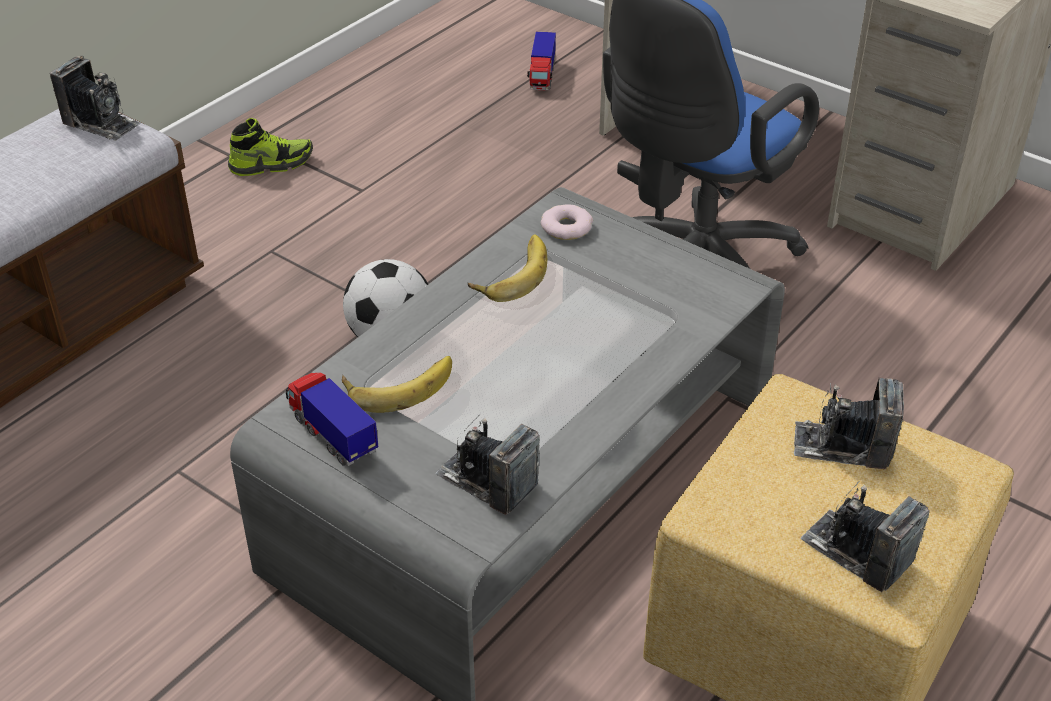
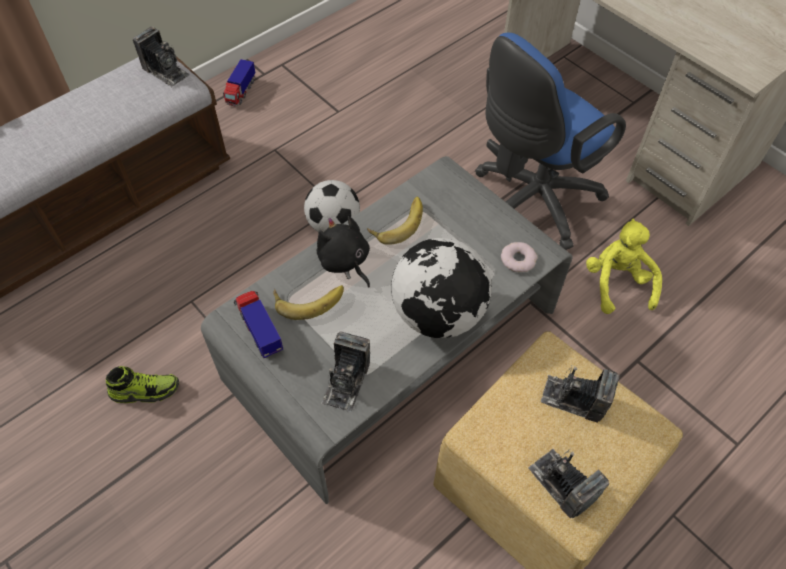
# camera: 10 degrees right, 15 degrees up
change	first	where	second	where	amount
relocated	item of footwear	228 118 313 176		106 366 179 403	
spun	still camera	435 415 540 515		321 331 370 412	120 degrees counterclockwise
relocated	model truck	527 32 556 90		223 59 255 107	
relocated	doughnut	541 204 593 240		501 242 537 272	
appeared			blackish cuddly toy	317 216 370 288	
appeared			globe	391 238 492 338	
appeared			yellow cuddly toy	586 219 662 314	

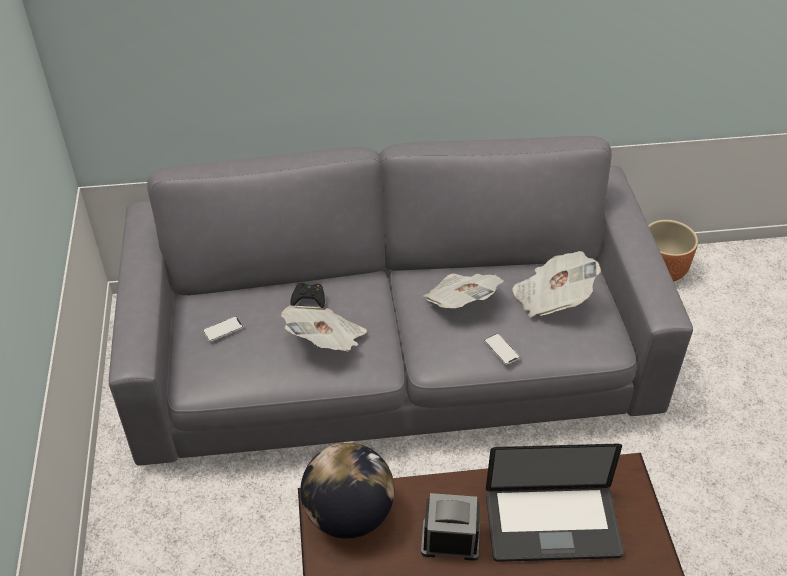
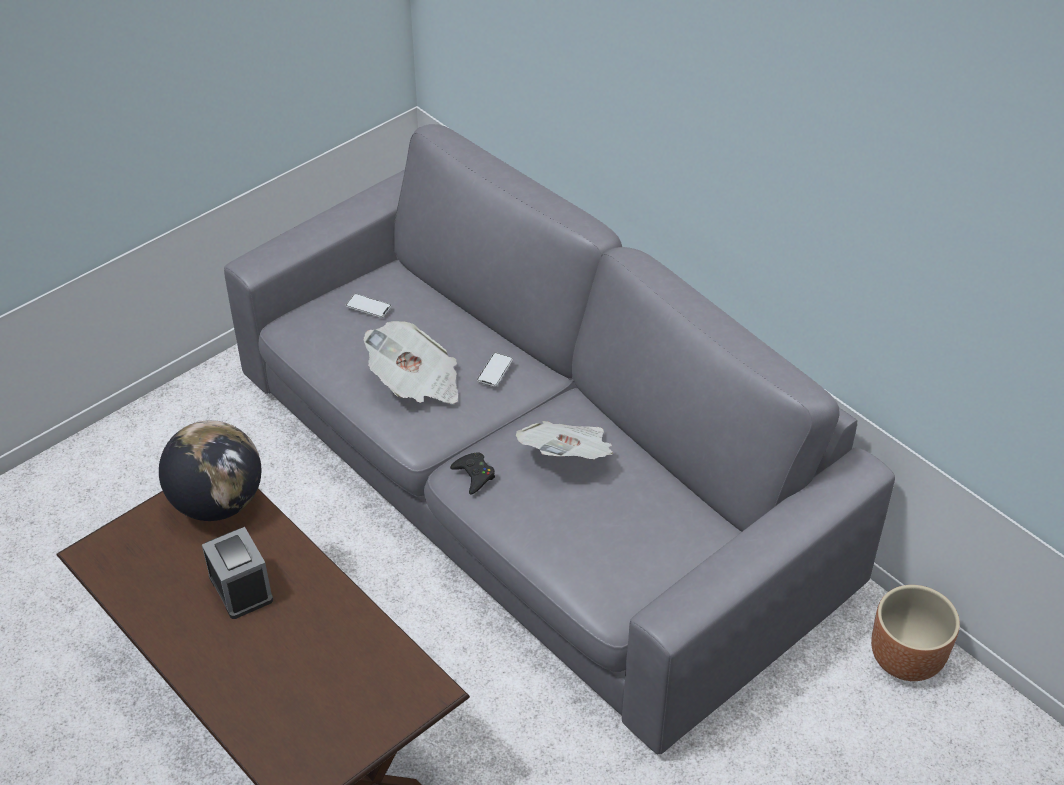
# camera: 55 degrees right, 0 degrees up
change	first	where	second	where	amount
relocated	blackish gamepad	290 283 325 308		450 452 495 495	
relocated	phone	484 333 520 365		477 352 513 387	
missing	laptop	486 444 624 562			
missing	newspaper	512 251 601 317			

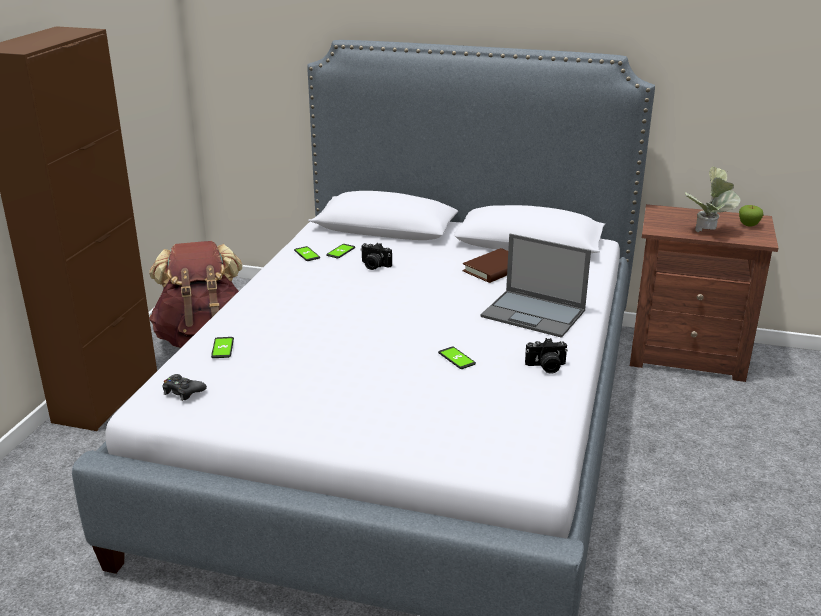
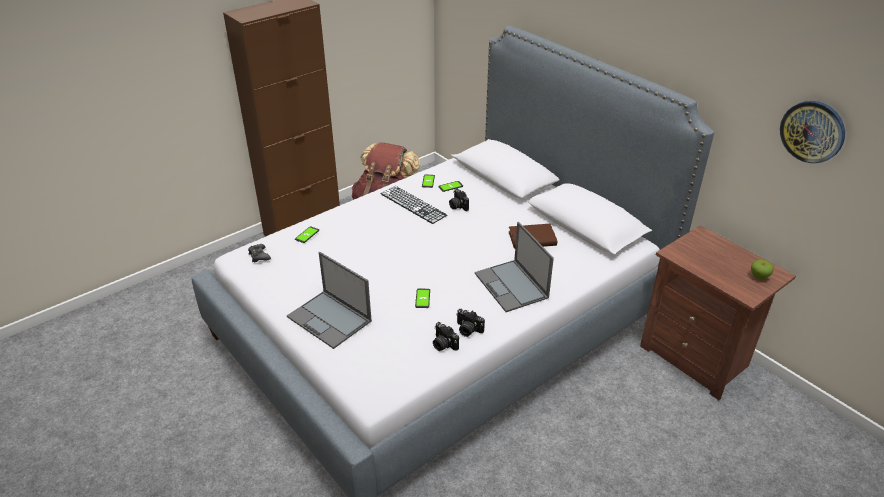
# camera: 35 degrees right, 10 degrees up
change	first	where	second	where	amount
missing	potted plant	685 166 740 233			
appeared			laptop	287 252 372 349	
appeared			computer keyboard	381 186 447 224	
appeared			still camera	433 322 459 351	
appeared			wall clock	780 101 845 163	

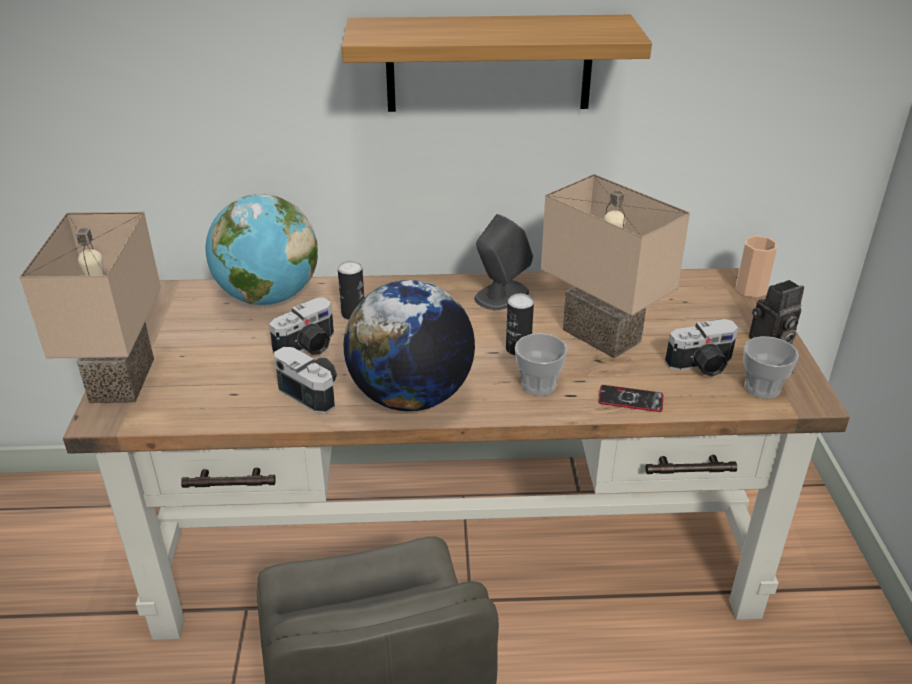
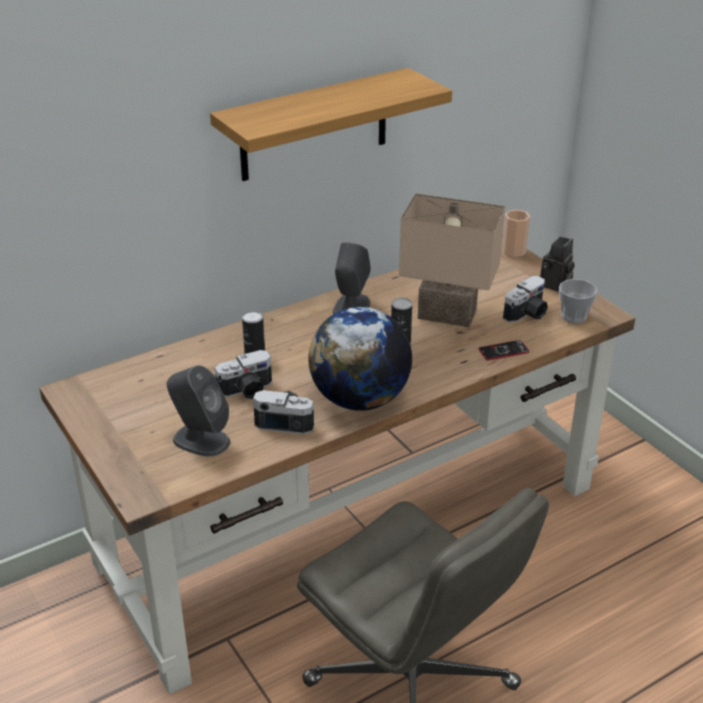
# camera: 30 degrees left, 0 degrees up
change	first	where	second	where	amount
missing	sand-coloured tabletop lamp	20 212 161 403			
missing	globe	205 194 318 305			
spun	still camera	269 297 334 355		215 350 272 399	45 degrees clockwise
missing	cup	515 333 568 396			
appeared			grey loudspeaker	166 365 230 456	

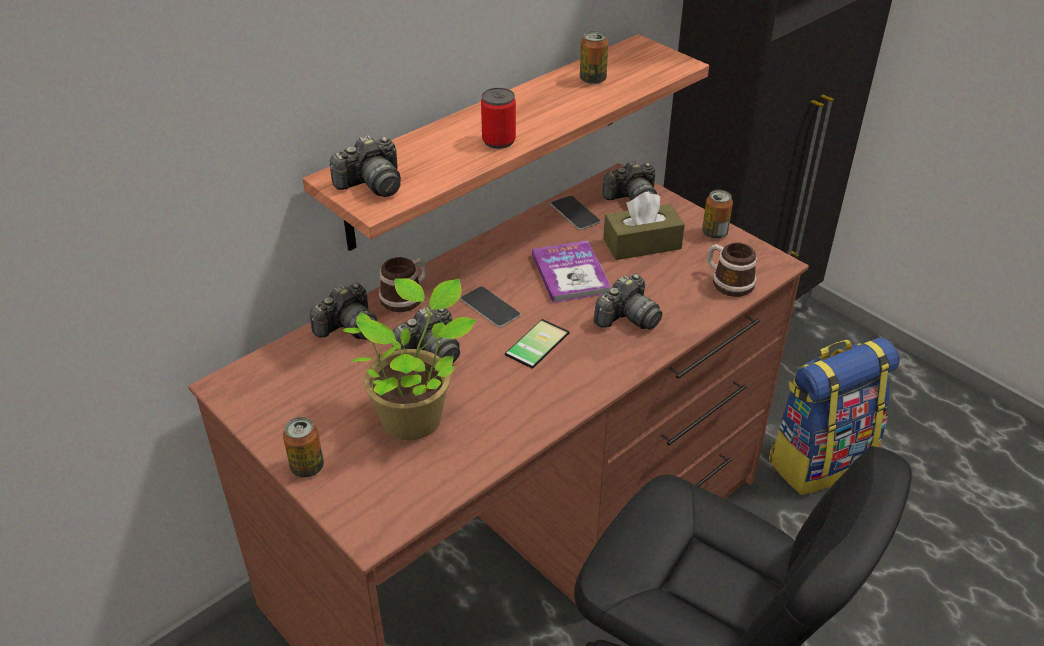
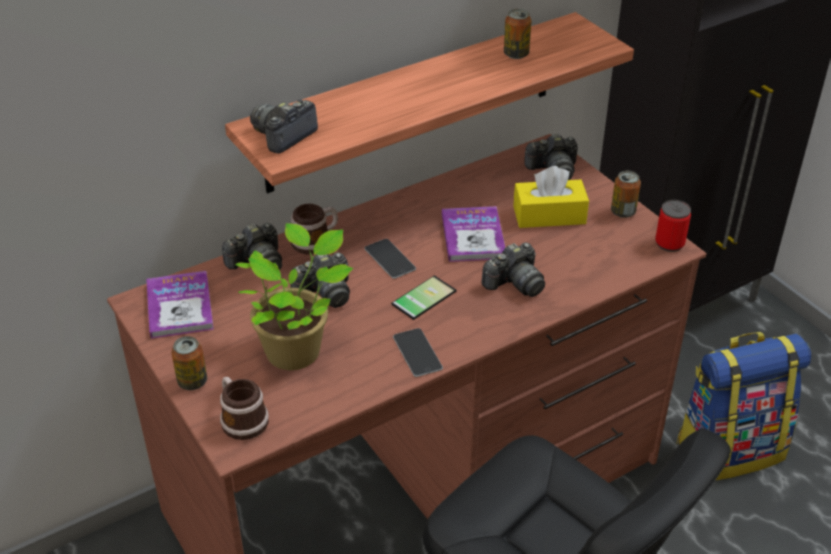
# camera: 10 degrees right, 0 degrees up
change	first	where	second	where	amount
spun	still camera	330 135 401 197		250 99 318 154	150 degrees clockwise
relocated	sealed can	481 88 516 149		655 200 691 252	
relocated	phone	550 196 601 230		393 328 443 377	
colour	brownish tissue holder	603 191 685 260	yellow tissue holder	513 166 589 228	
relocated	tea mug	707 243 757 297		220 377 269 440	
appeared			bound book	146 271 214 339	

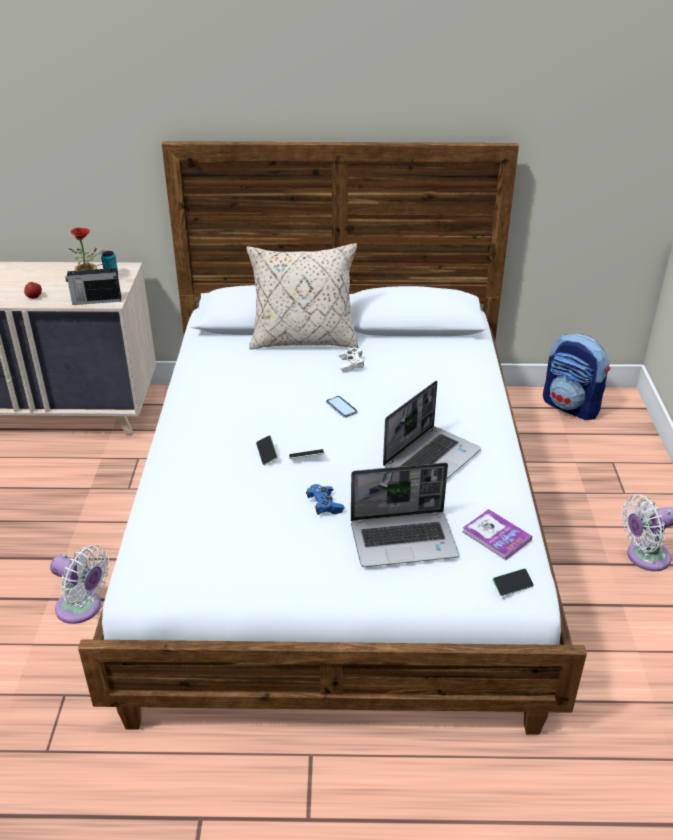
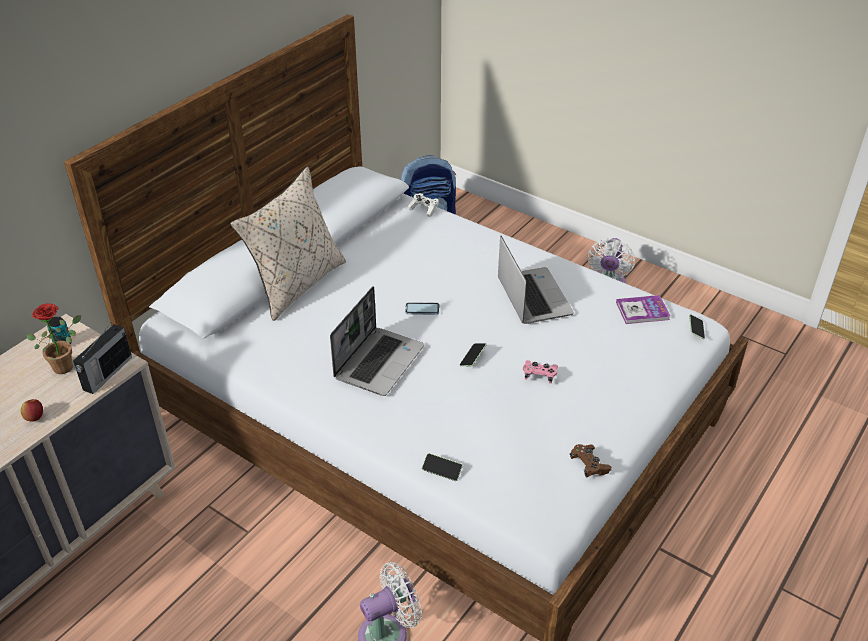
# camera: 55 degrees left, 5 degrees up
change	first	where	second	where	amount
relocated	phone	256 435 278 465		422 453 463 481	
colour	blue gamepad	306 484 345 515	pinkish gamepad	523 360 558 384	
relocated	white gamepad	339 347 364 372		408 193 439 217	
relocated	laptop	351 463 459 567		330 286 424 396	
appeared			brownish gamepad	570 444 612 478	

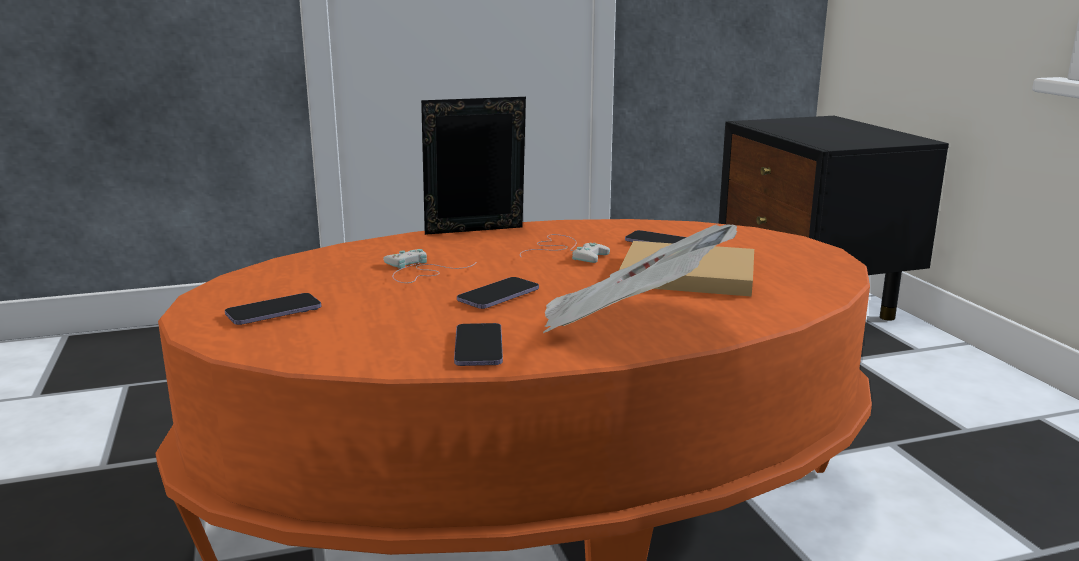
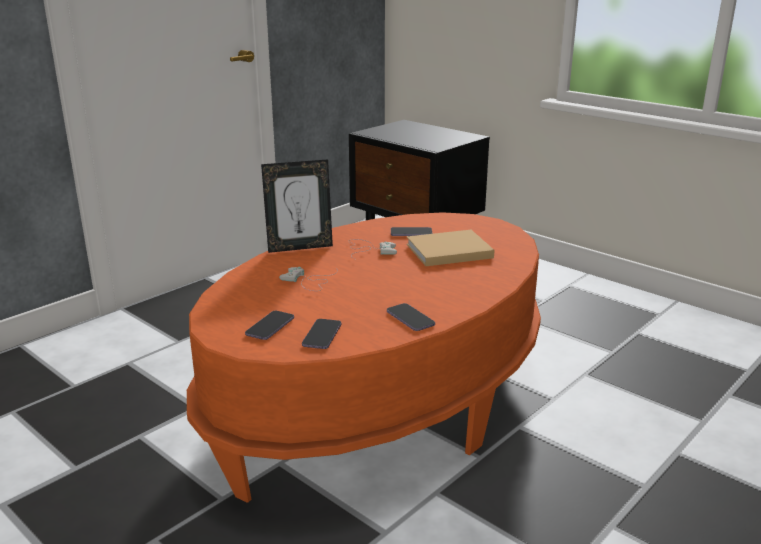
# camera: 30 degrees left, 5 degrees up
change	first	where	second	where	amount
spun	standing frame	421 97 526 235		261 159 333 253	150 degrees counterclockwise
relocated	phone	457 277 539 309		302 319 341 349	
missing	newspaper	543 224 737 333			

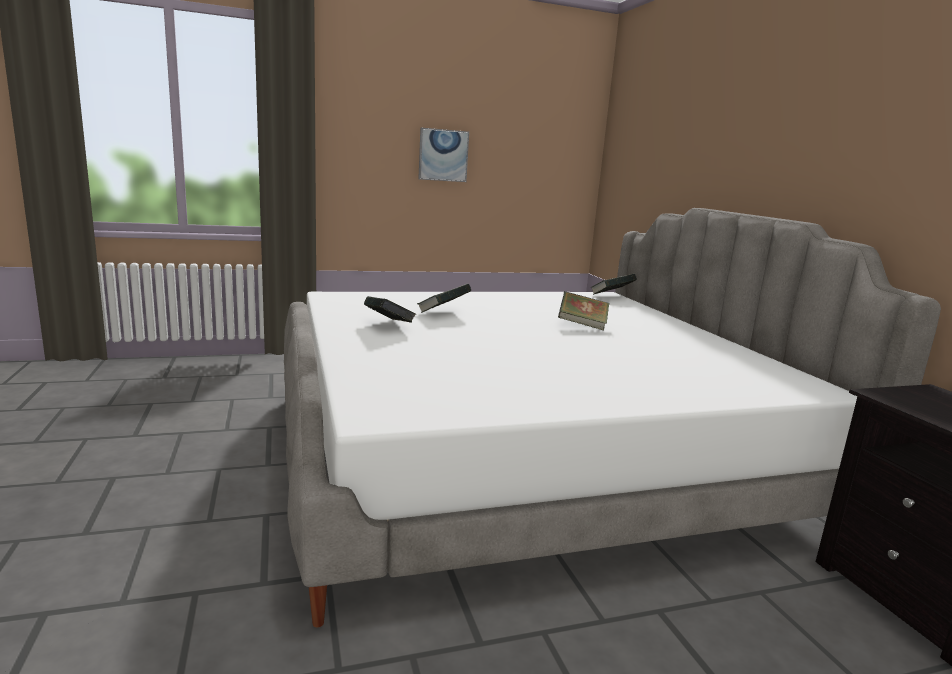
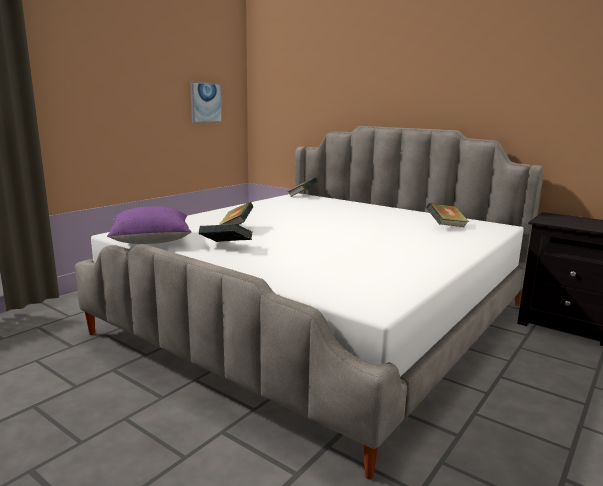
# camera: 35 degrees left, 0 degrees up
change	first	where	second	where	amount
relocated	picture	418 128 469 182		190 82 222 123	
relocated	bound book	558 291 609 331		426 203 469 227	
appeared			purplish throw pillow	107 206 192 244	

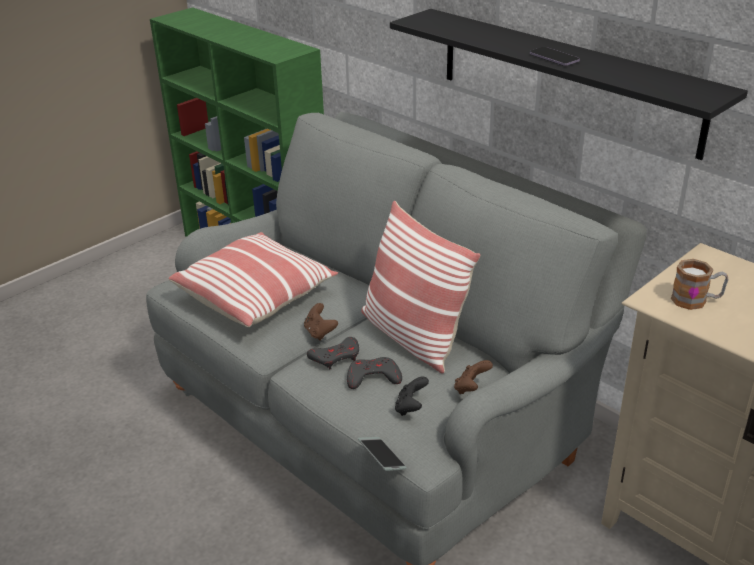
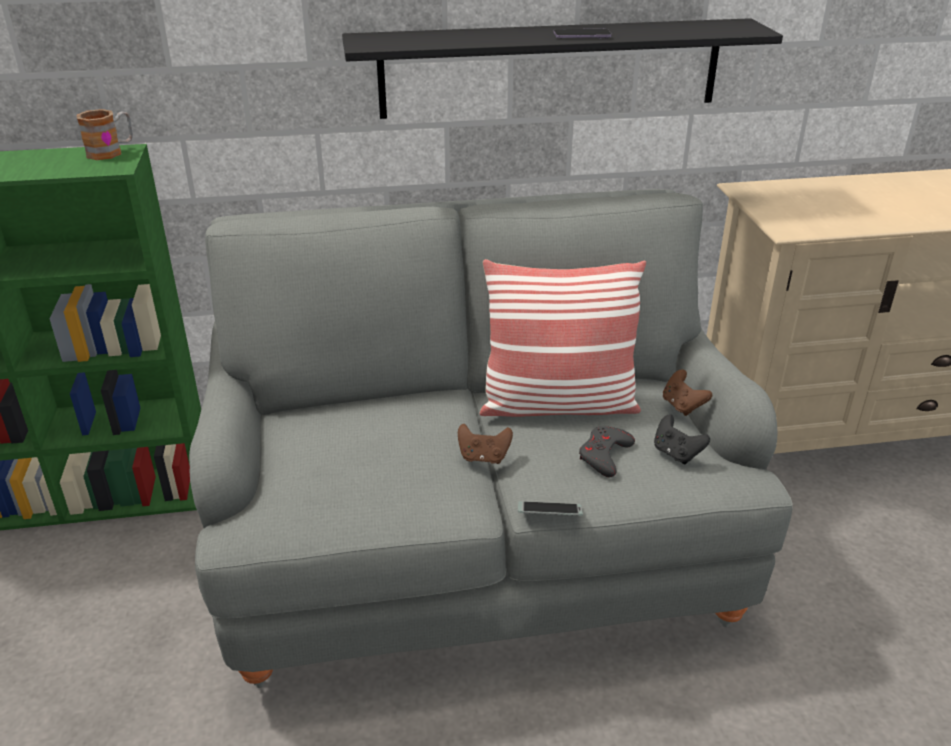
# camera: 55 degrees left, 0 degrees up
change	first	where	second	where	amount
missing	throw pillow	169 232 338 327			
missing	grey gamepad	307 337 359 369			
relocated	phone	358 437 407 471		518 501 583 516	
relocated	tea mug	671 259 728 310		77 109 133 160	

